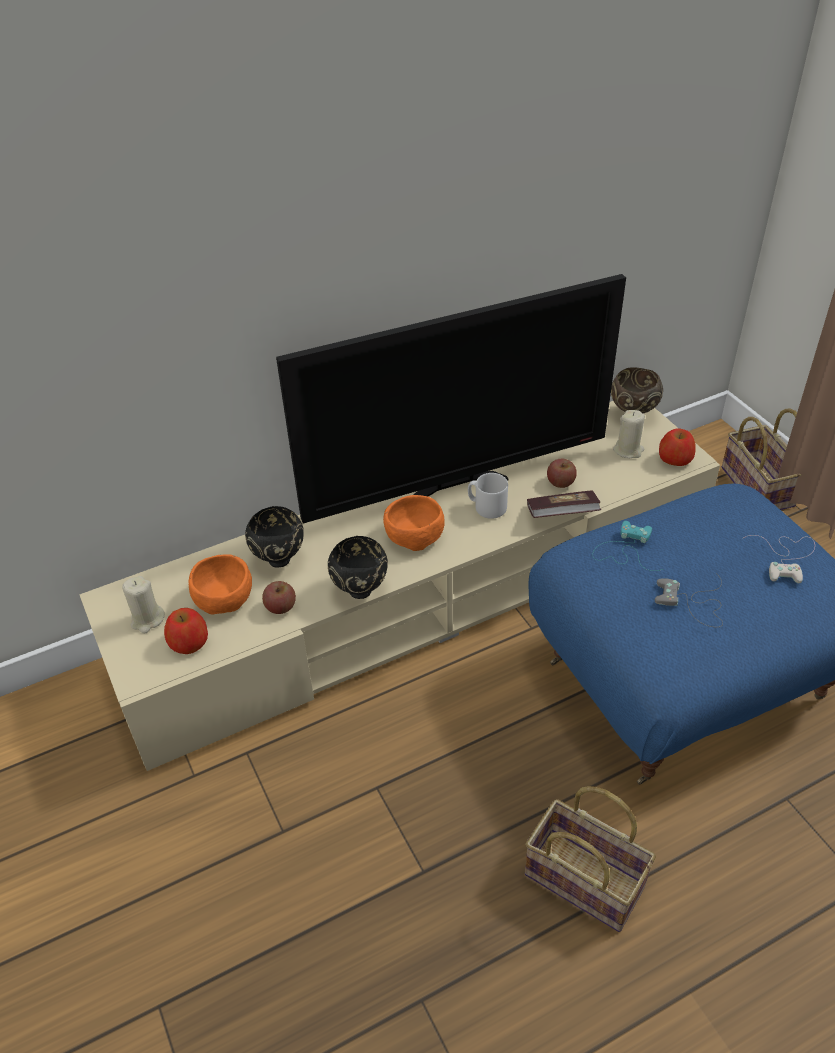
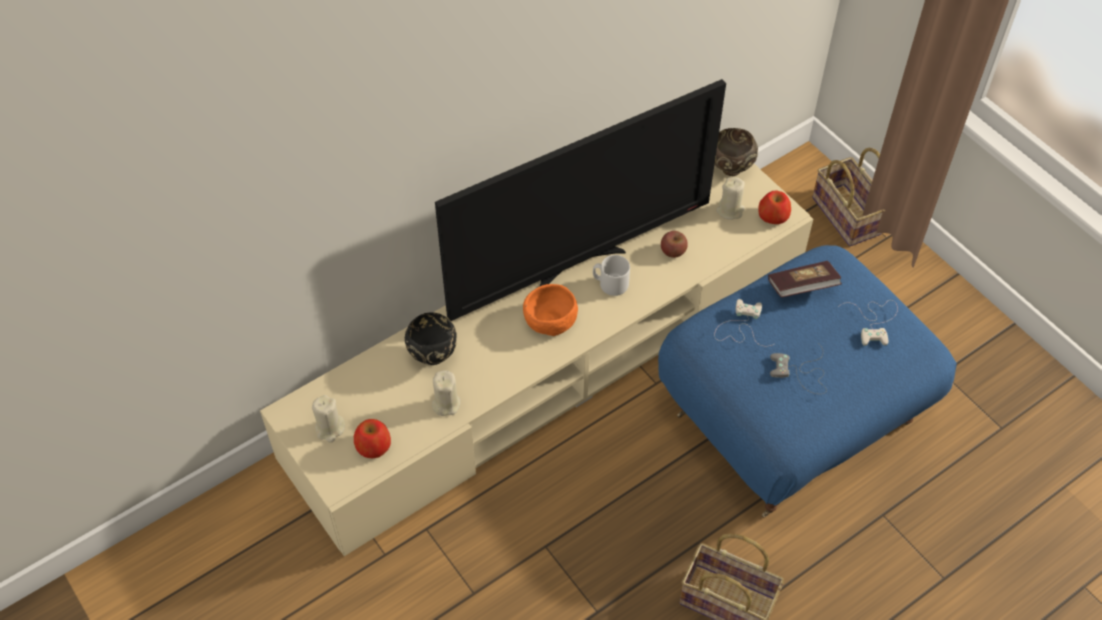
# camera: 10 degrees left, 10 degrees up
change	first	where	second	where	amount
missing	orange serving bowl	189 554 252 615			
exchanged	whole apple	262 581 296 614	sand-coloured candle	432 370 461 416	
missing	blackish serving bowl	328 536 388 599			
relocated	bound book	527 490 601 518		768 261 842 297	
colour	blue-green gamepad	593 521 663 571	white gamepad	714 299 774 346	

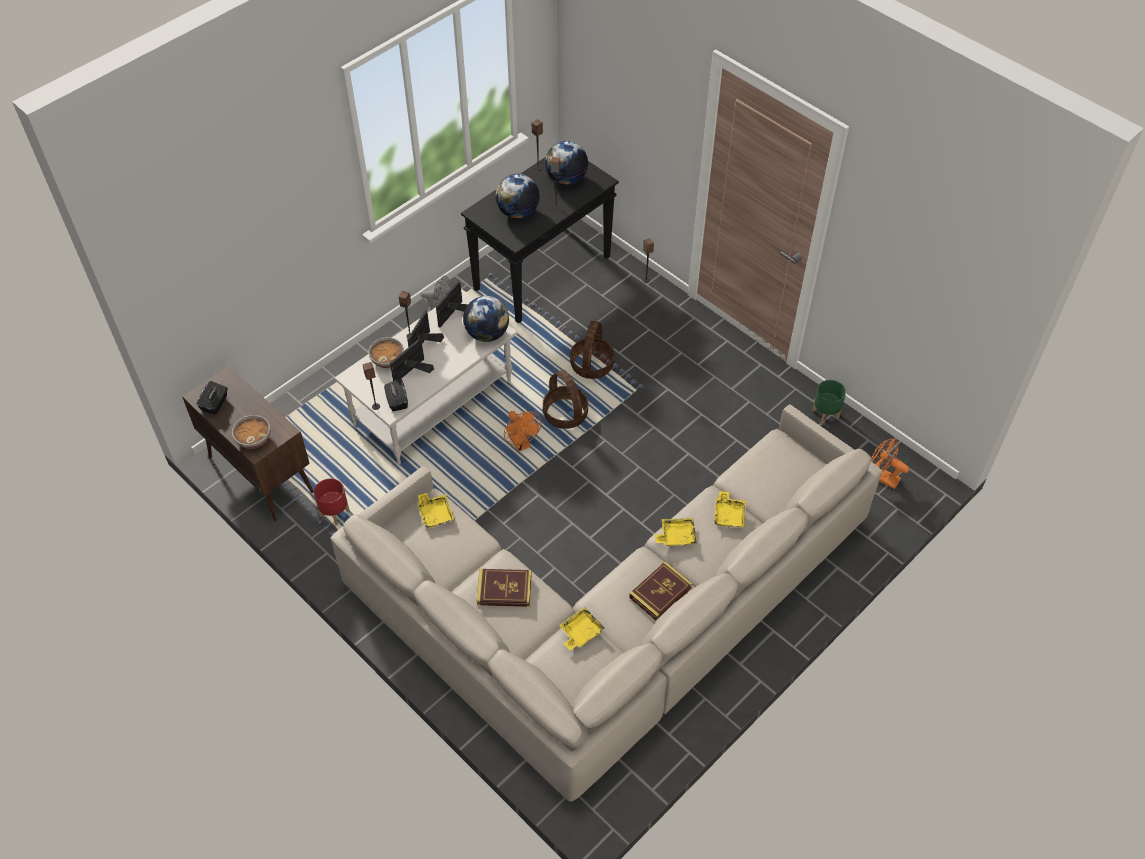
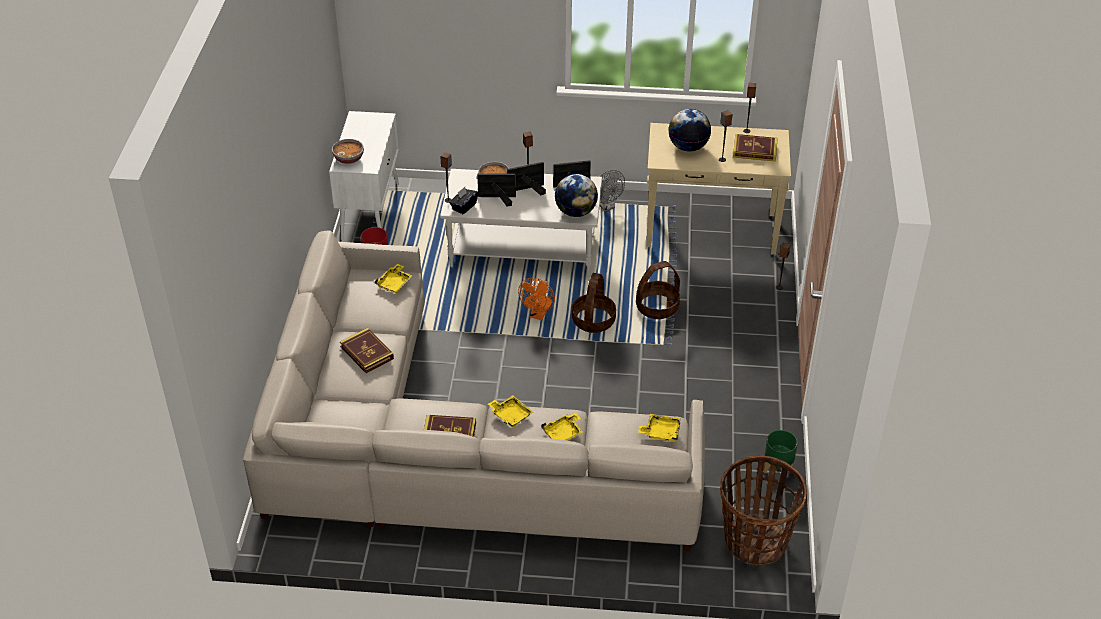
# camera: 50 degrees right, 10 degrees down
change	first	where	second	where	amount
colour	brownish cabinet	182 366 314 521	white cabinet	329 111 399 240	
missing	blackish tissue holder	197 381 228 415			
colour	blackish hall table	461 157 619 324	sand-coloured hall table	647 123 791 255	
exchanged	globe	545 141 588 185	bound book	733 134 778 161	
relocated	yellow serving tray	559 607 604 651		638 414 681 441	
exchanged	orange electric fan	871 438 909 489	storage basket	720 455 807 566	

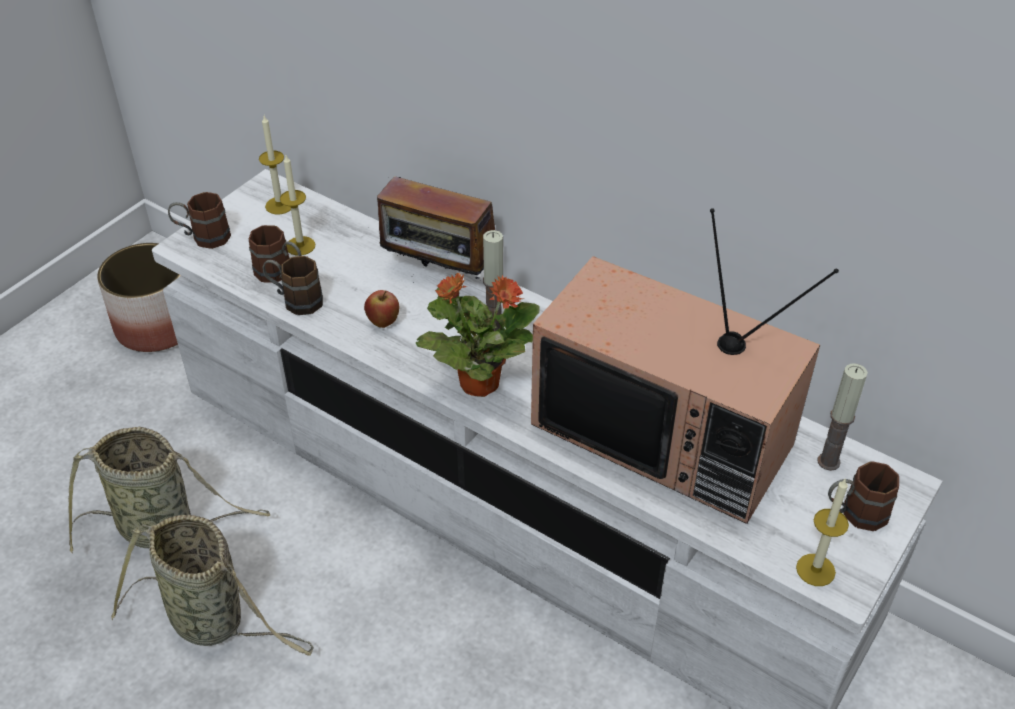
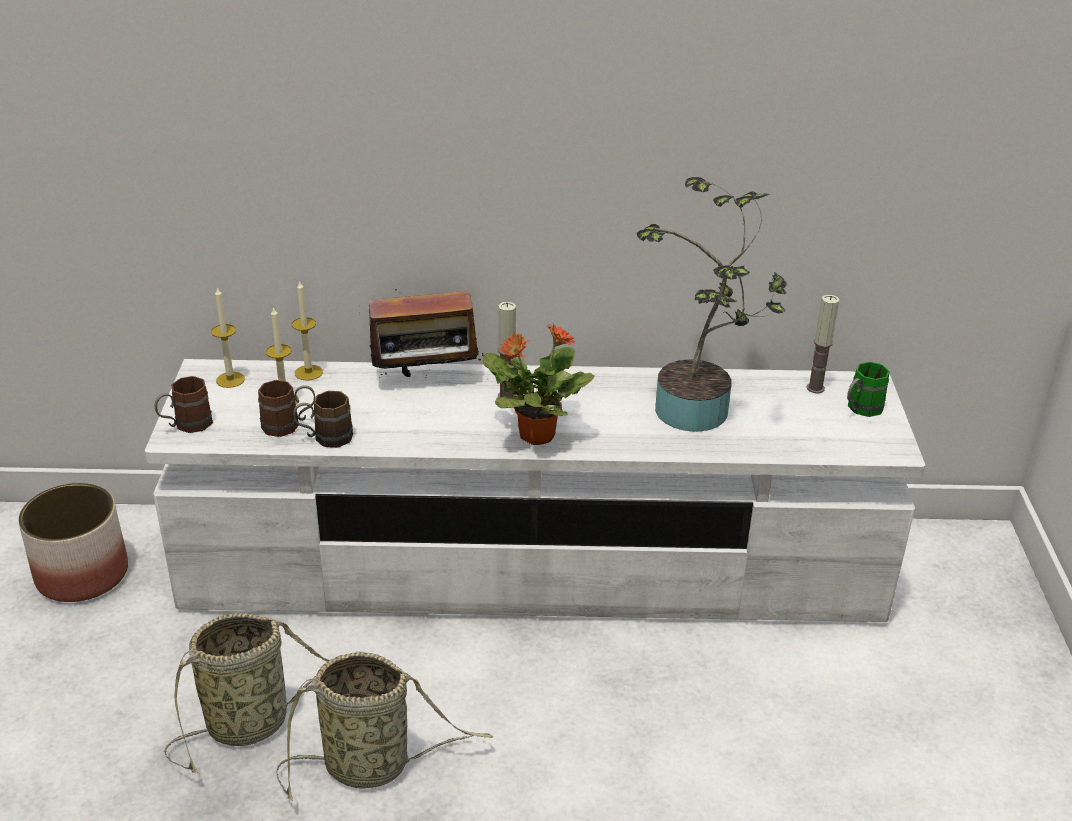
# camera: 35 degrees left, 10 degrees down
change	first	where	second	where	amount
missing	whole apple	364 290 399 328			
exchanged	TV	531 208 839 524	potted plant	637 177 787 432	
relocated	candle	796 478 849 586		292 280 323 381	
colour	brownish tea mug	828 461 899 531	greenish tea mug	847 362 890 417	

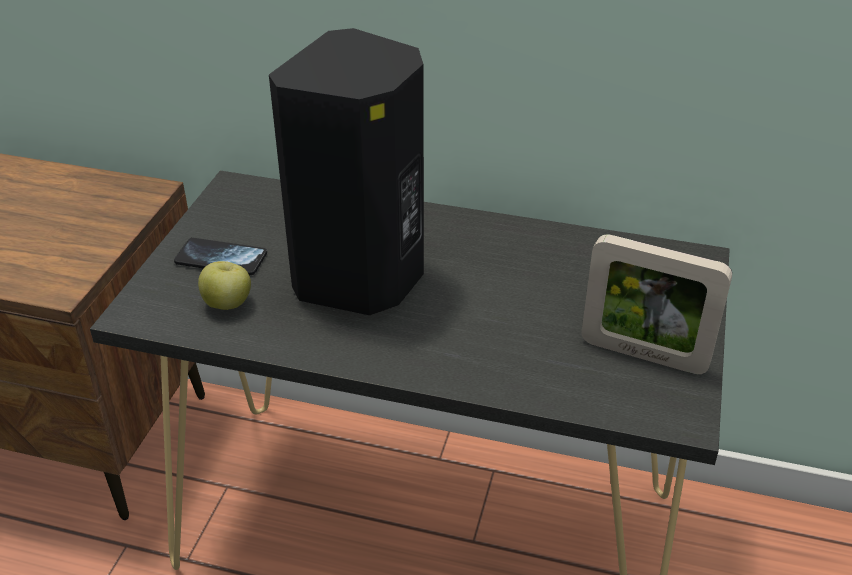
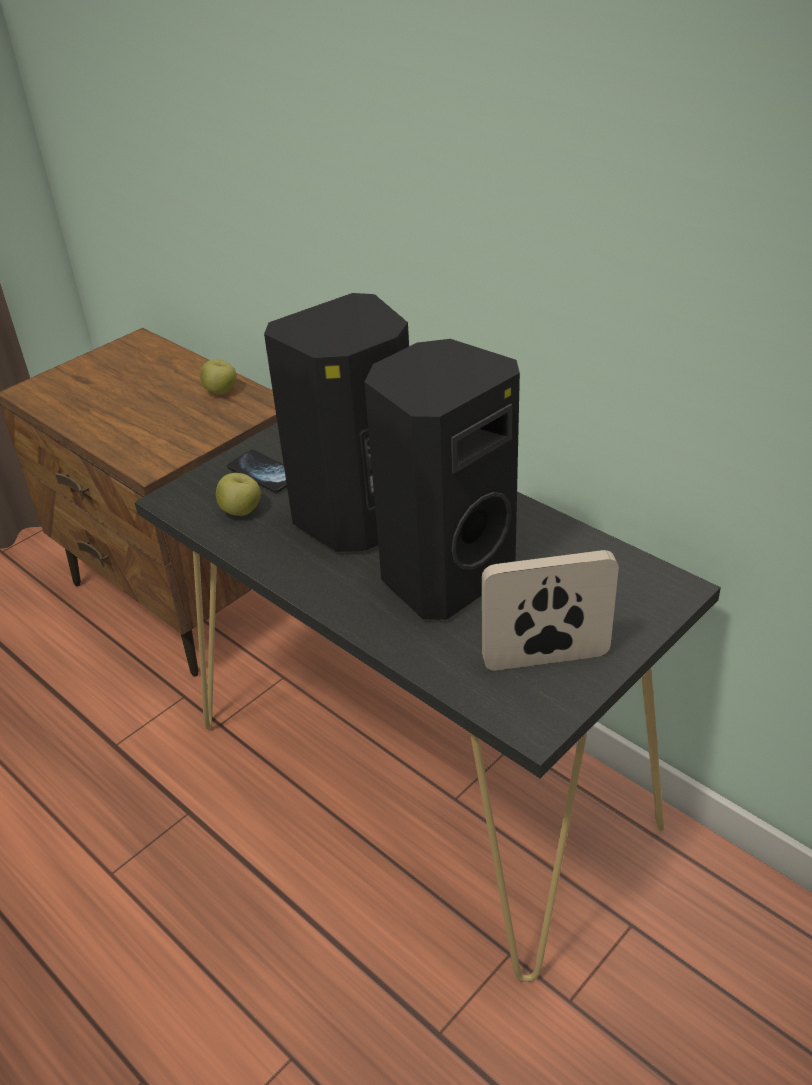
# camera: 30 degrees right, 0 degrees up
change	first	where	second	where	amount
spun	standing frame	581 234 732 374		482 550 619 671	120 degrees clockwise
appeared			whole apple	200 359 237 394	
appeared			blackish loudspeaker	364 339 520 620	

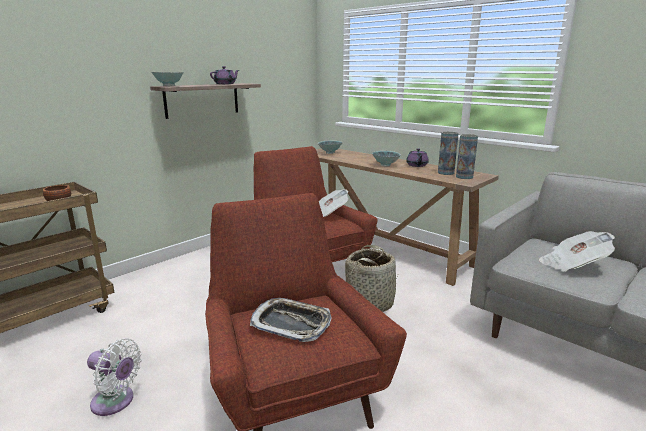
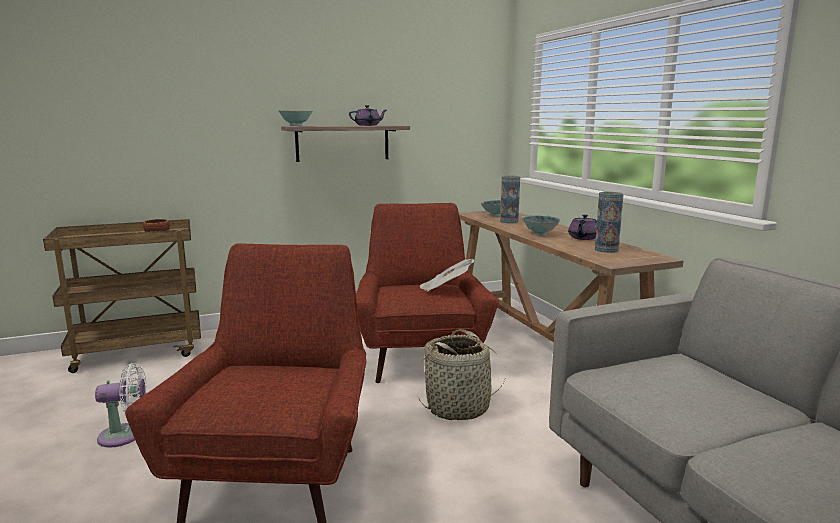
# camera: 25 degrees right, 5 degrees down
change	first	where	second	where	amount
spun	white electric fan	87 338 142 416		95 363 147 448	60 degrees counterclockwise
missing	serving tray	250 298 332 342			
relocated	vase	456 134 478 179		500 176 520 224	
missing	newspaper	539 231 615 272			

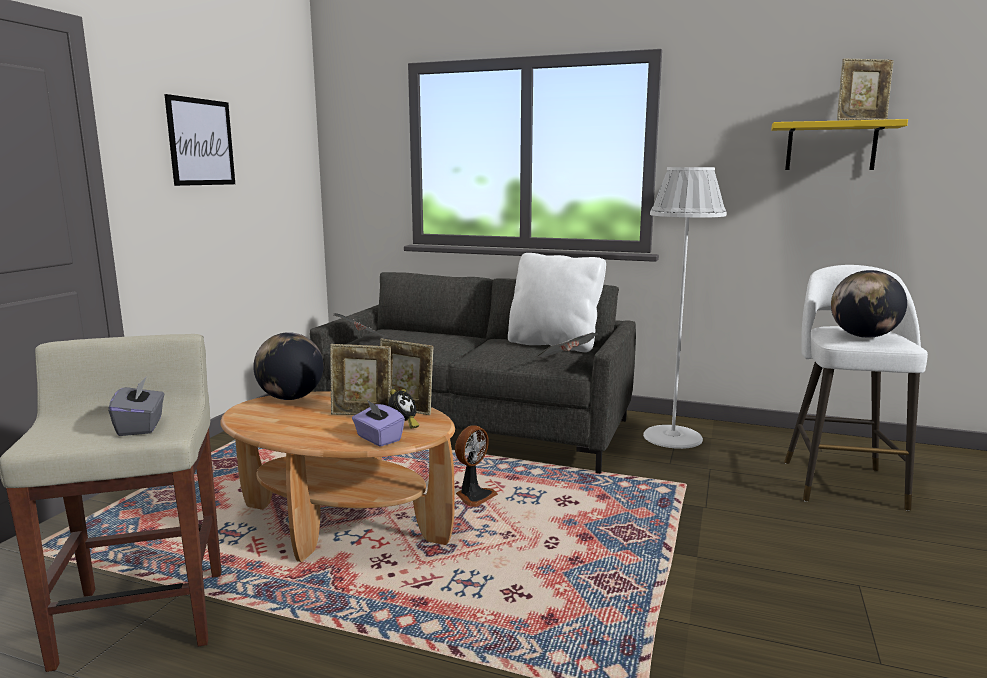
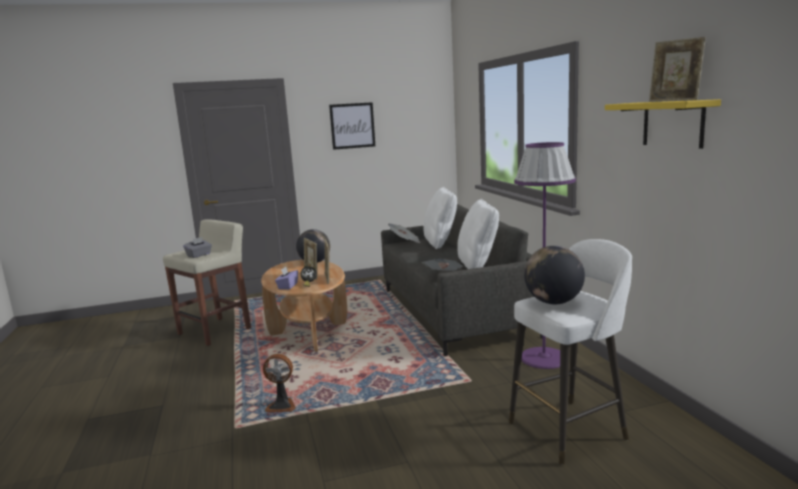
# camera: 55 degrees right, 0 degrees up
change	first	where	second	where	amount
relocated	electric fan	455 425 498 507		263 354 295 412	
colour	white floor lamp	643 167 727 449	purplish floor lamp	514 142 576 369	
appeared			white throw pillow	423 187 457 249	

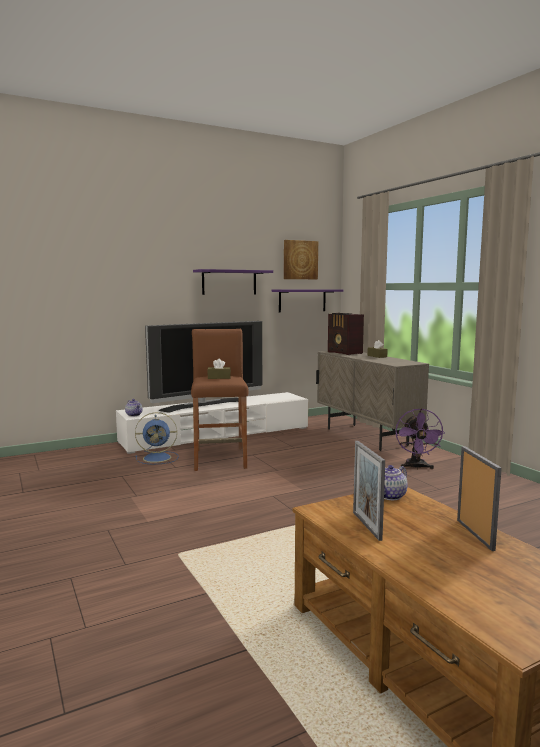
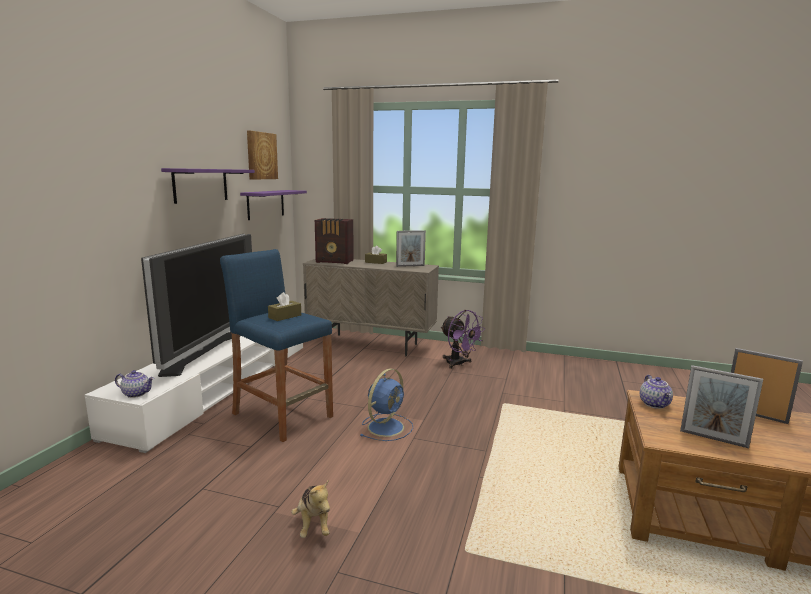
# camera: 45 degrees left, 5 degrees up
change	first	where	second	where	amount
relocated	blue electric fan	135 412 179 465		360 368 413 441	
colour	brownish stool	191 329 249 471	blue stool	220 249 333 442	
appeared			cuddly toy	291 479 330 538	
appeared			standing frame	396 230 426 267	

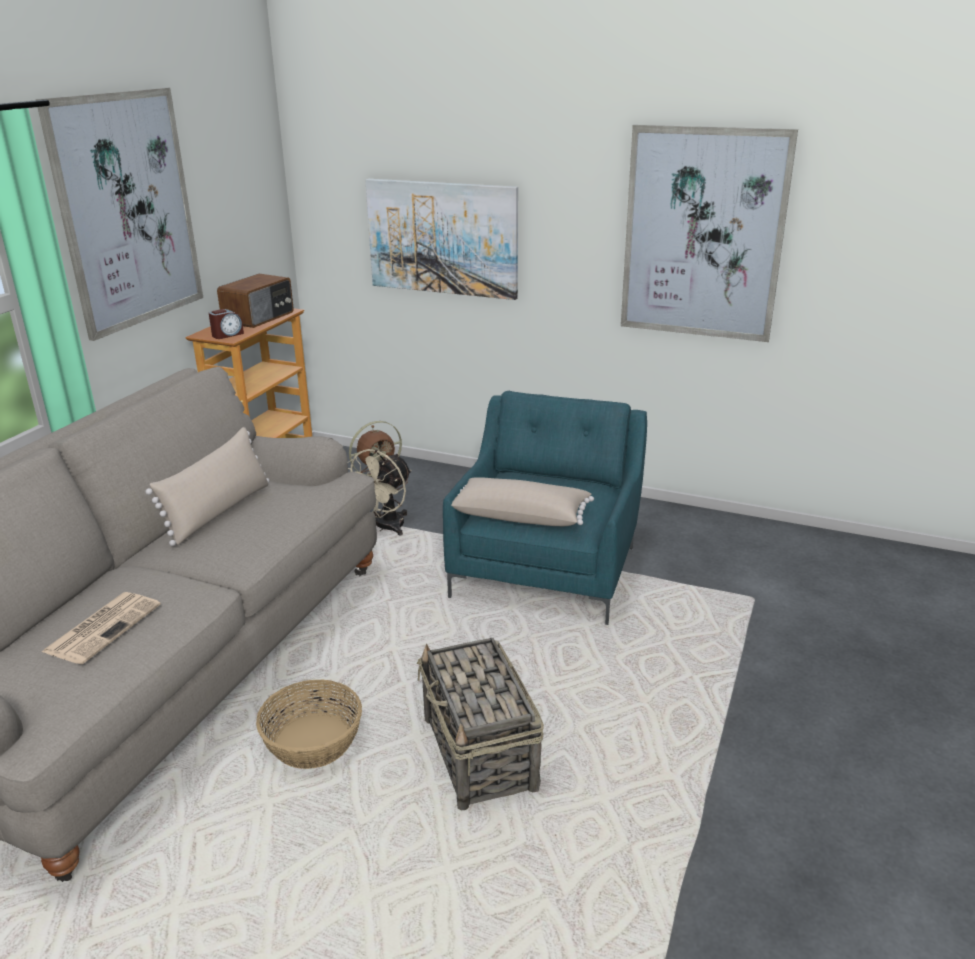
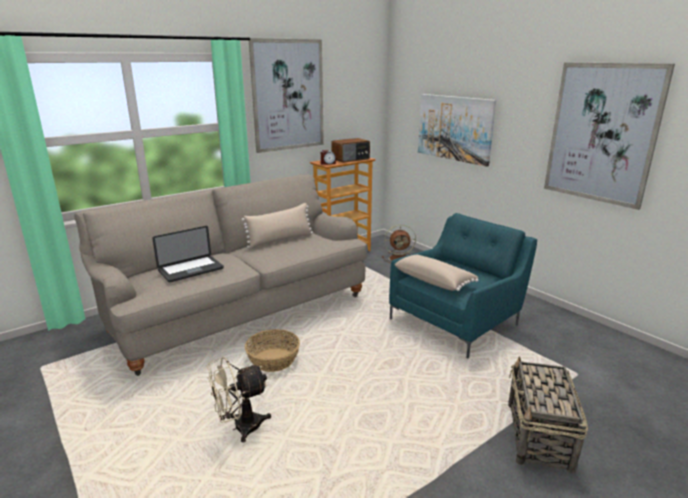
# camera: 30 degrees right, 5 degrees down
change	first	where	second	where	amount
exchanged	newspaper	42 592 161 664	laptop	152 226 224 282	
relocated	sand-coloured electric fan	347 449 412 535		207 356 271 443	
relocated	storage basket	417 638 544 811		508 356 588 473	

